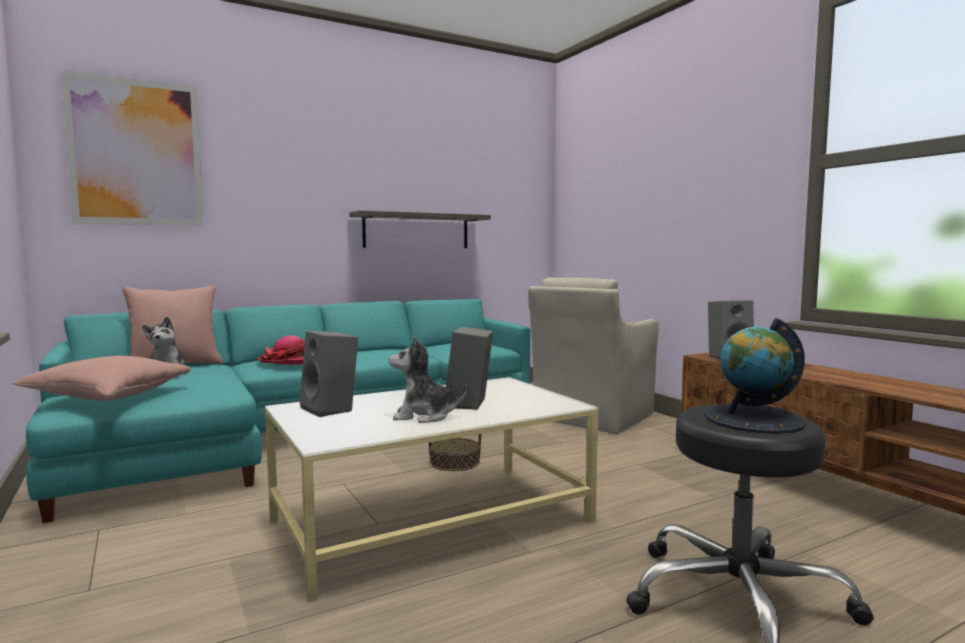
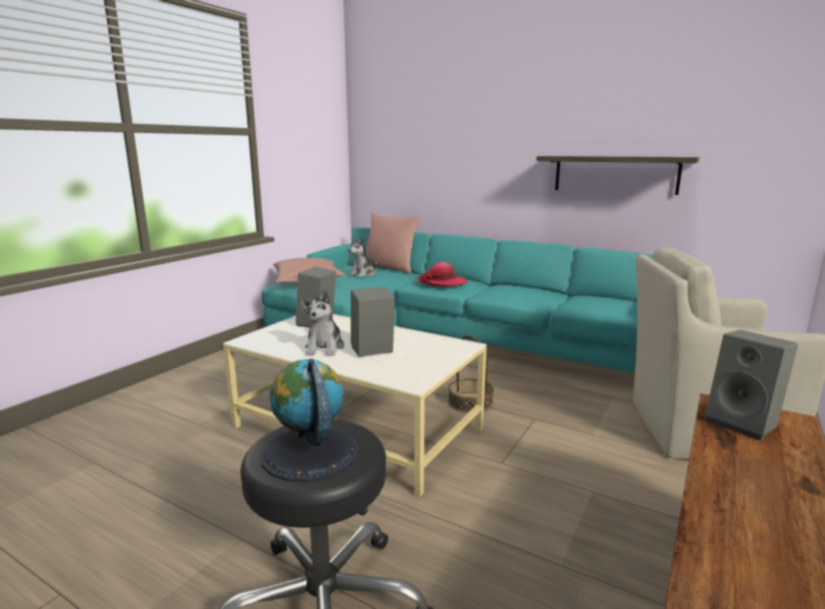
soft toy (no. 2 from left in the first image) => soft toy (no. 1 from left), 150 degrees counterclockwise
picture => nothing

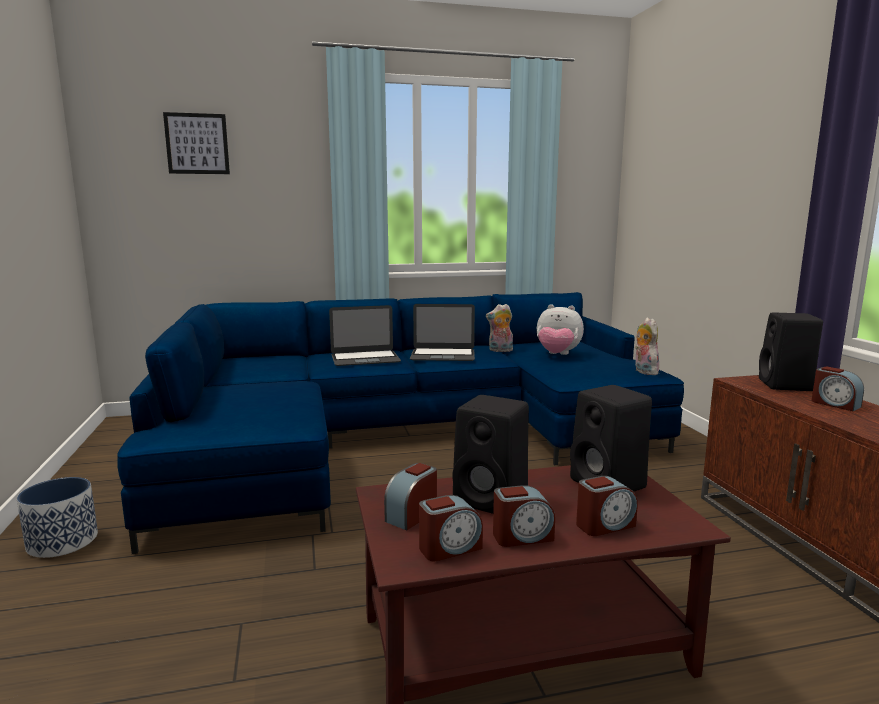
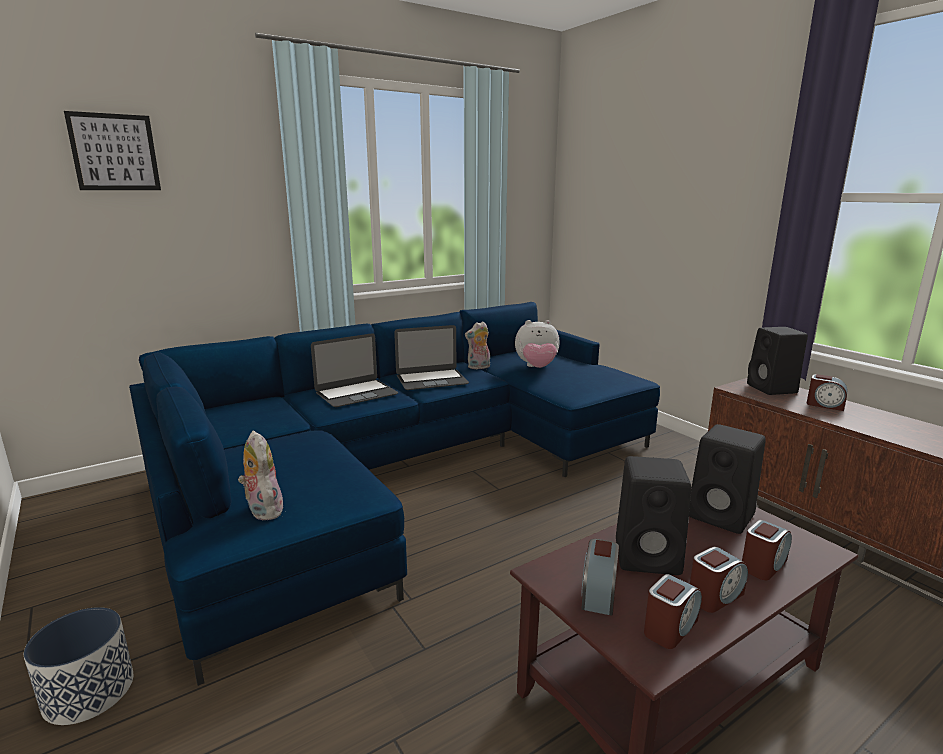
soft toy (no. 3 from left in the first image) => soft toy (no. 1 from left), relocated

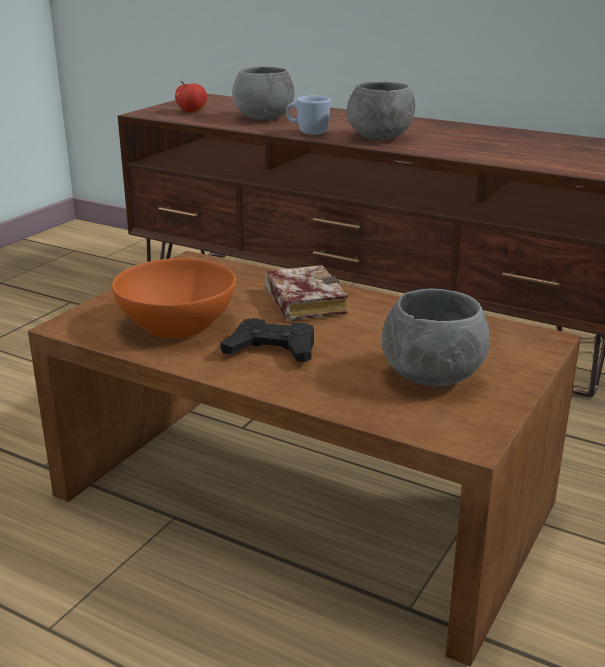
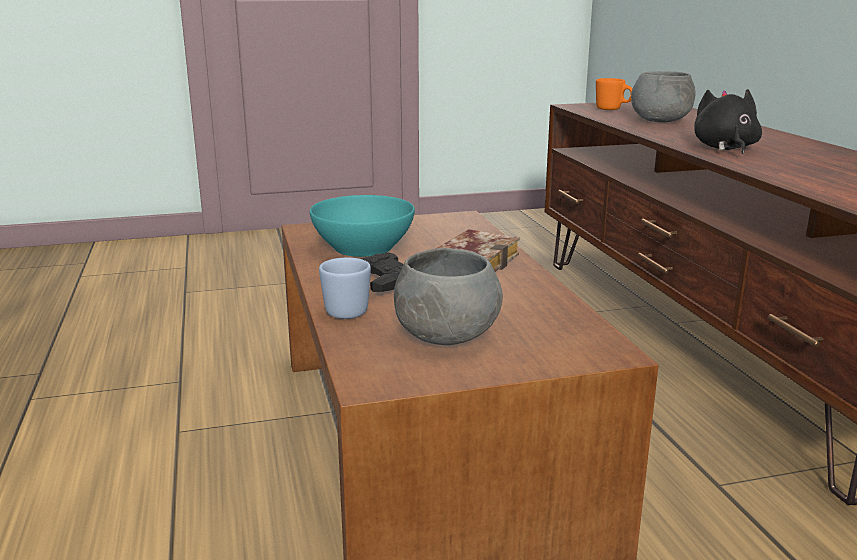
bowl/orange-coloured => bowl/turquoise-coloured
coffee mug/blue, relocated
apple fruit => coffee mug/orange-coloured
bowl/grey (no. 2 from left) => soft toy/black-coloured

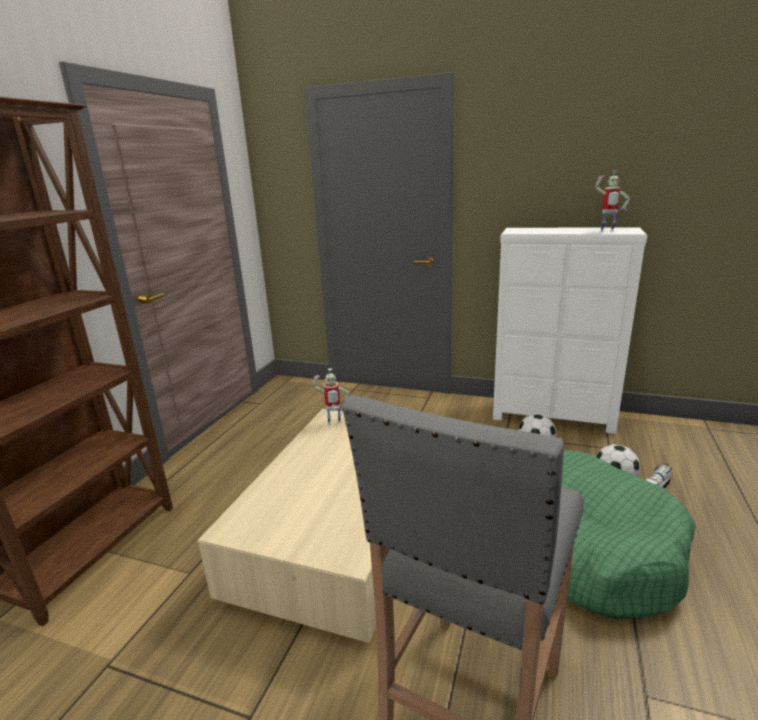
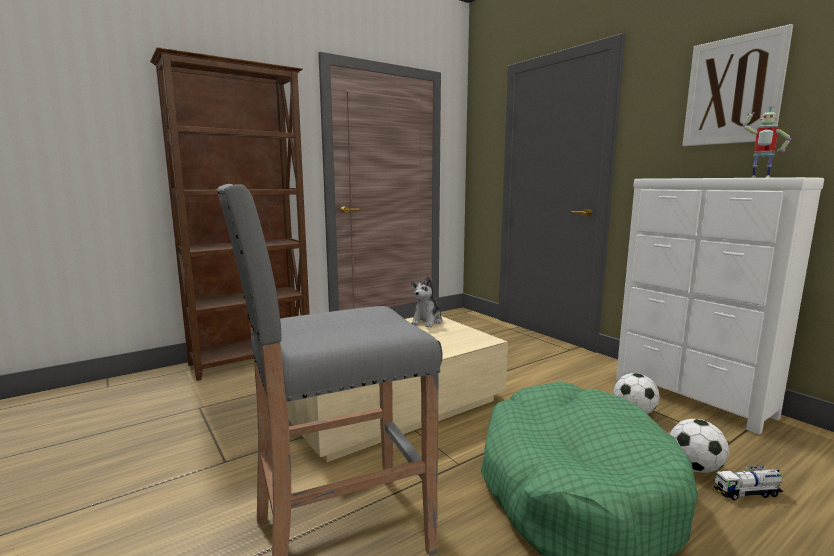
toy robot (no. 1 from left) => soft toy
nothing => picture

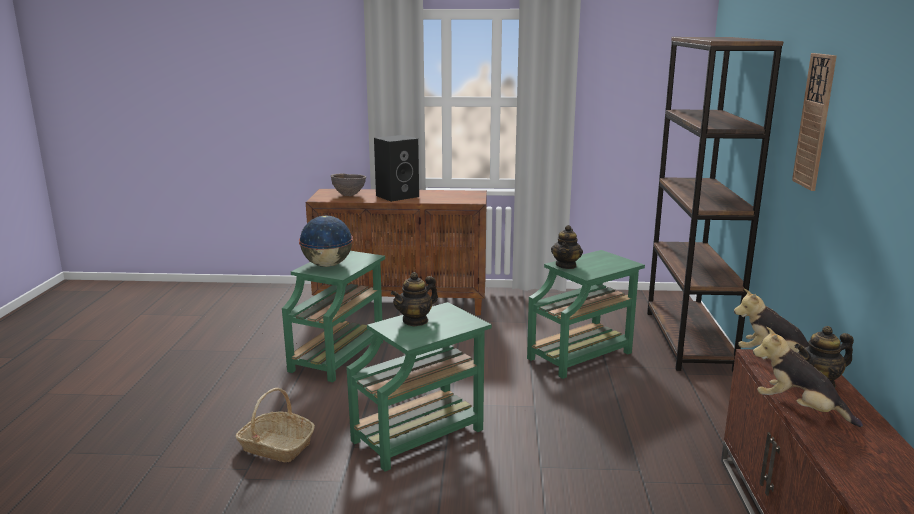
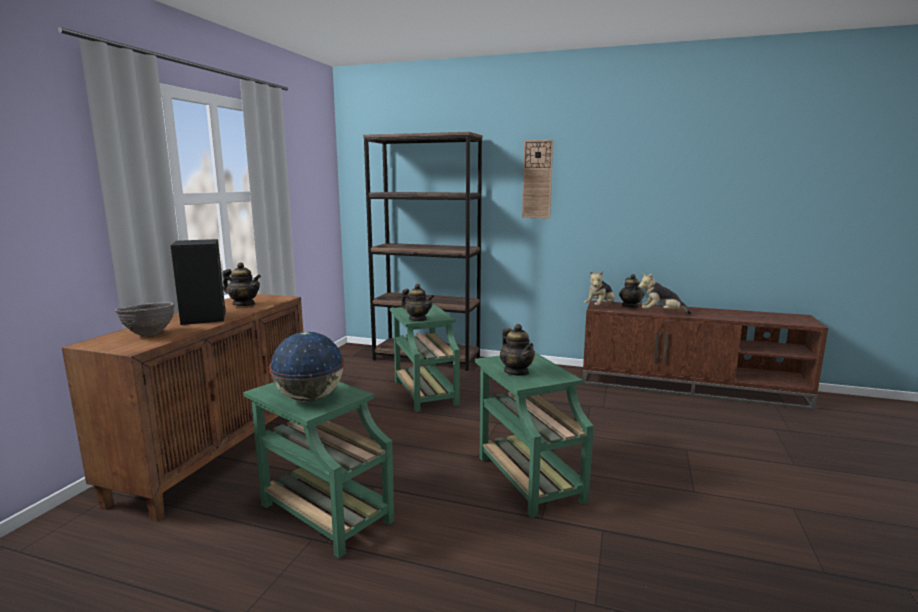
nothing => tea pot (no. 1 from left)
soft toy (no. 2 from left), 45 degrees clockwise
basket => nothing

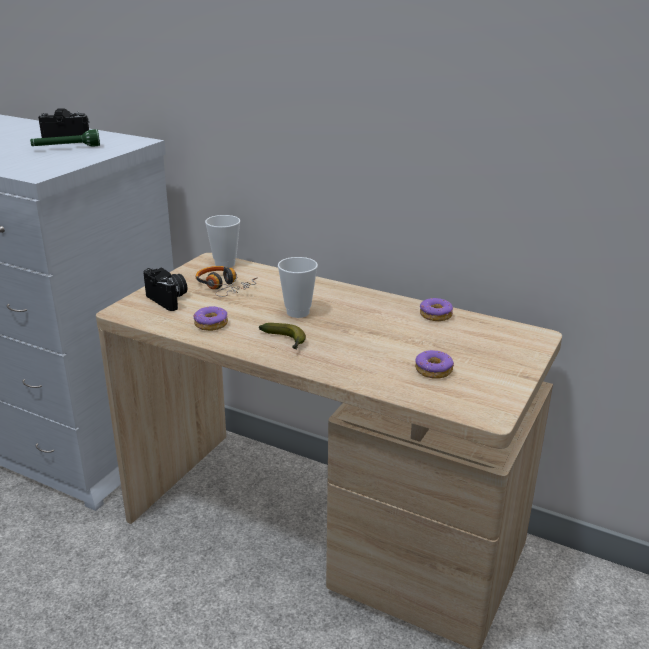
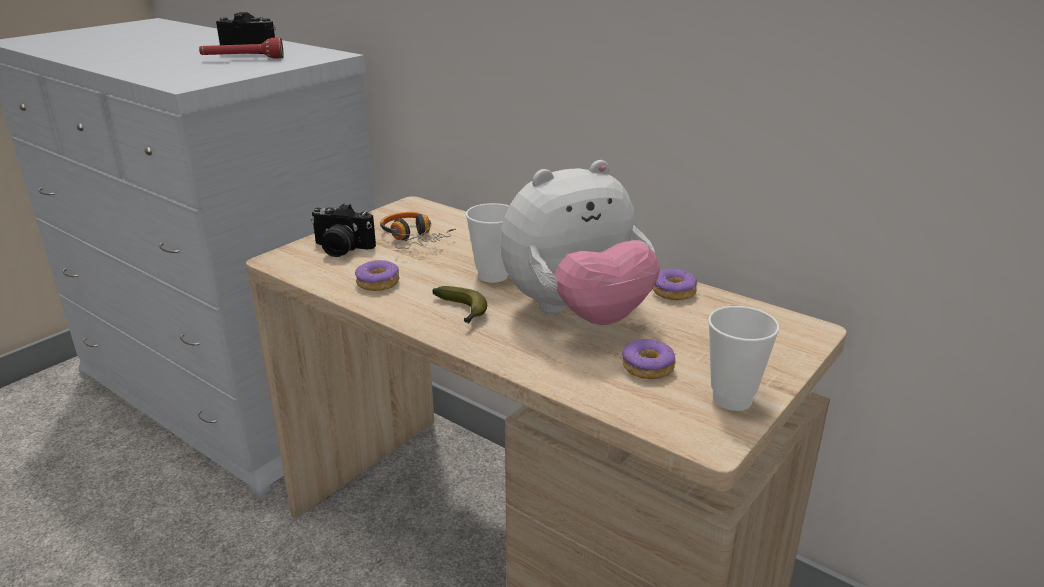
torch/green => torch/red-coloured
still camera (no. 2 from left), 135 degrees clockwise
nothing => soft toy
drinking cup (no. 1 from left in the first image) => drinking cup (no. 2 from left), relocated

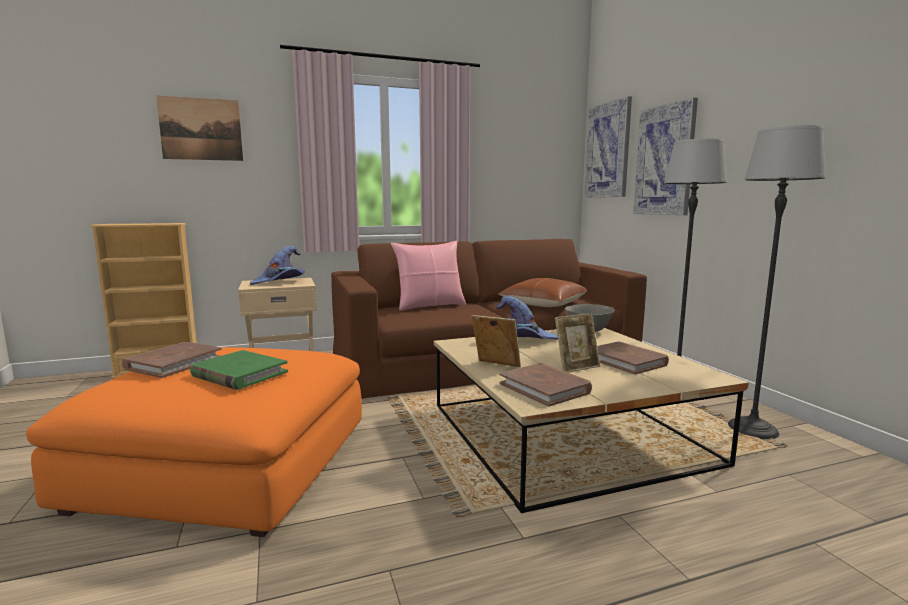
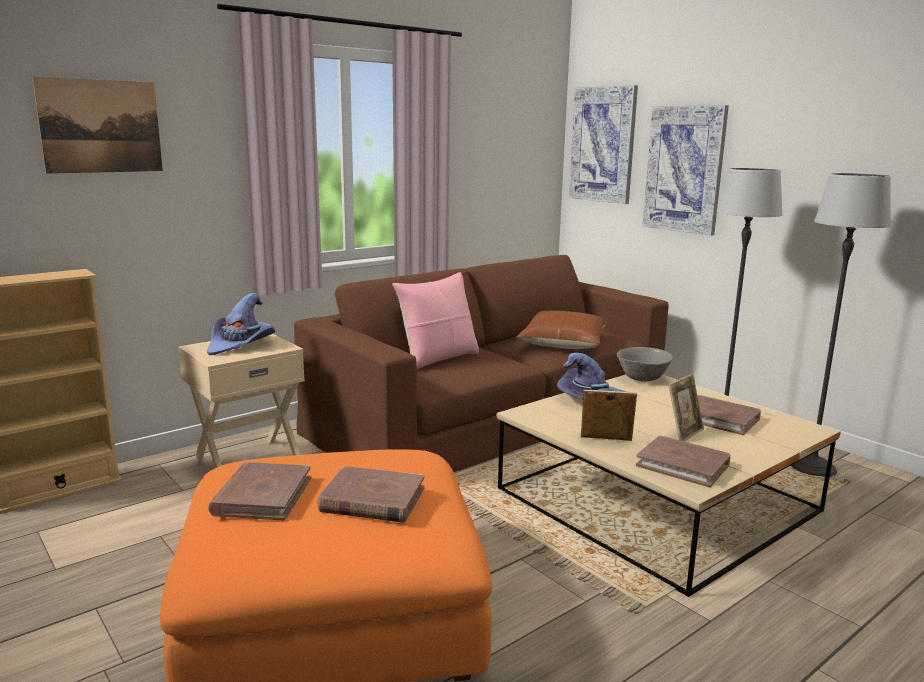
bound book/green => bound book/brown-coloured (no. 2 from left)

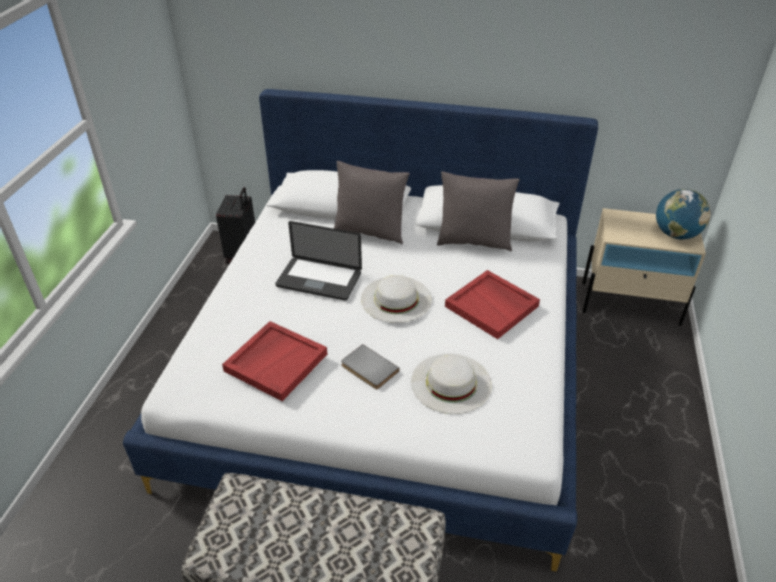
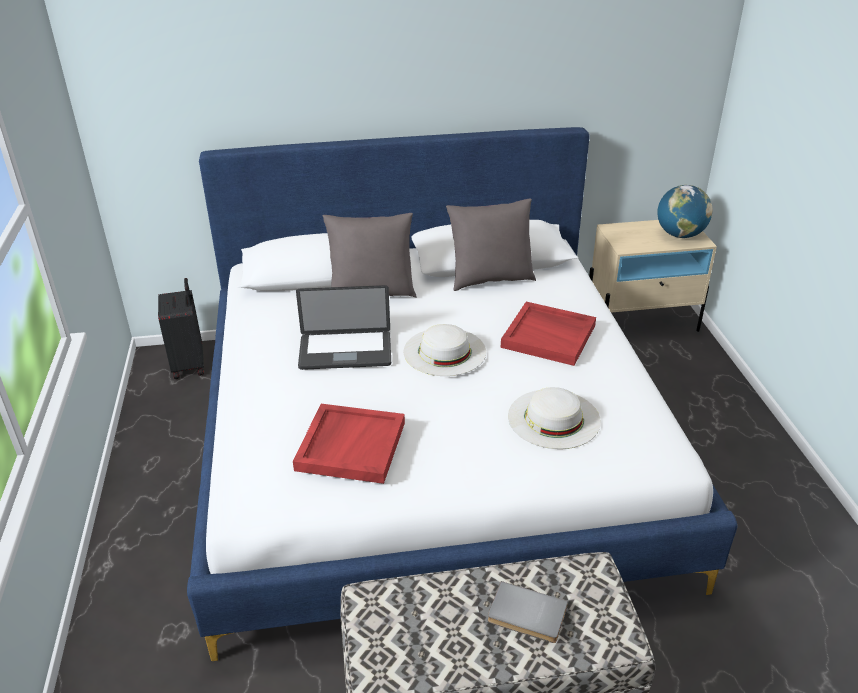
bound book/grey, relocated

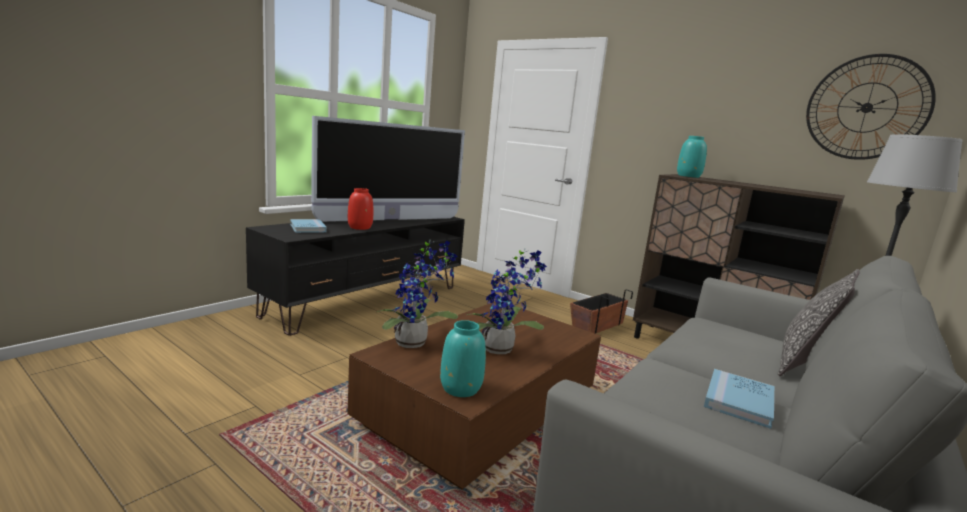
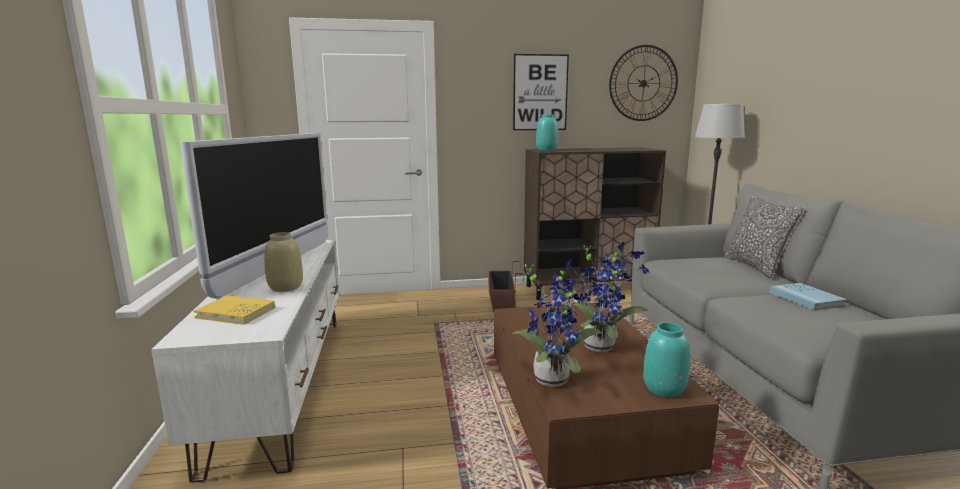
tv unit/black-coloured => tv unit/whitish
bound book/blue (no. 1 from left) => bound book/yellowish
flower vase/red-coloured => flower vase/beige-coloured
nothing => picture

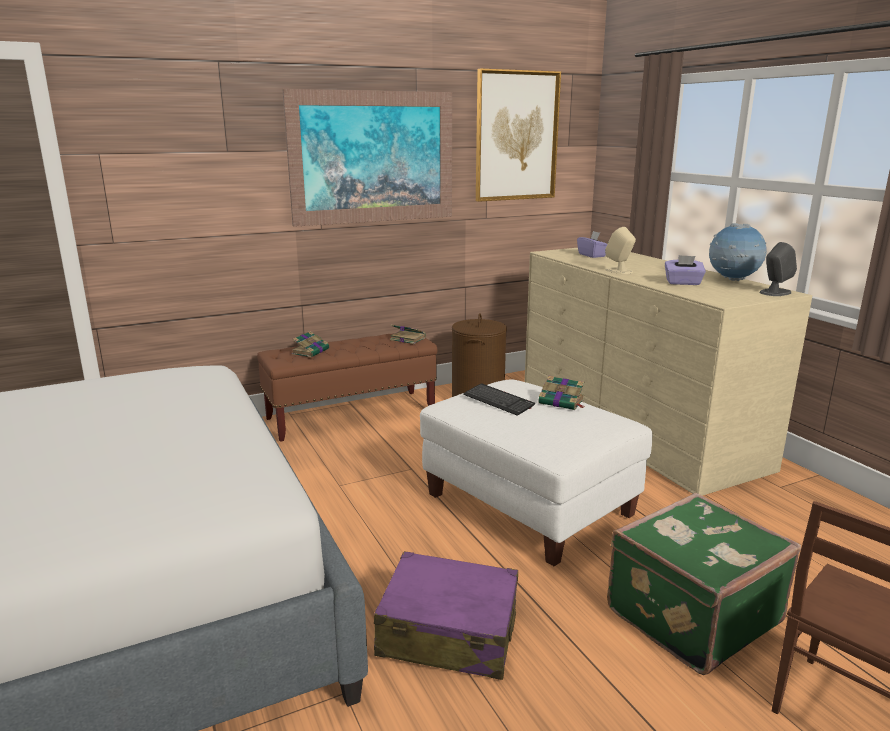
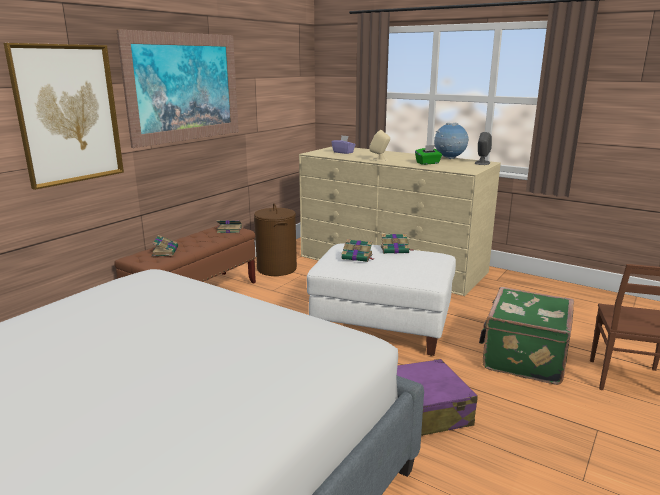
picture (no. 2 from left in the first image) => picture (no. 1 from left), relocated
PC keyboard => bound book (no. 3 from left)
tissue box/purplish (no. 2 from left) => tissue box/green

